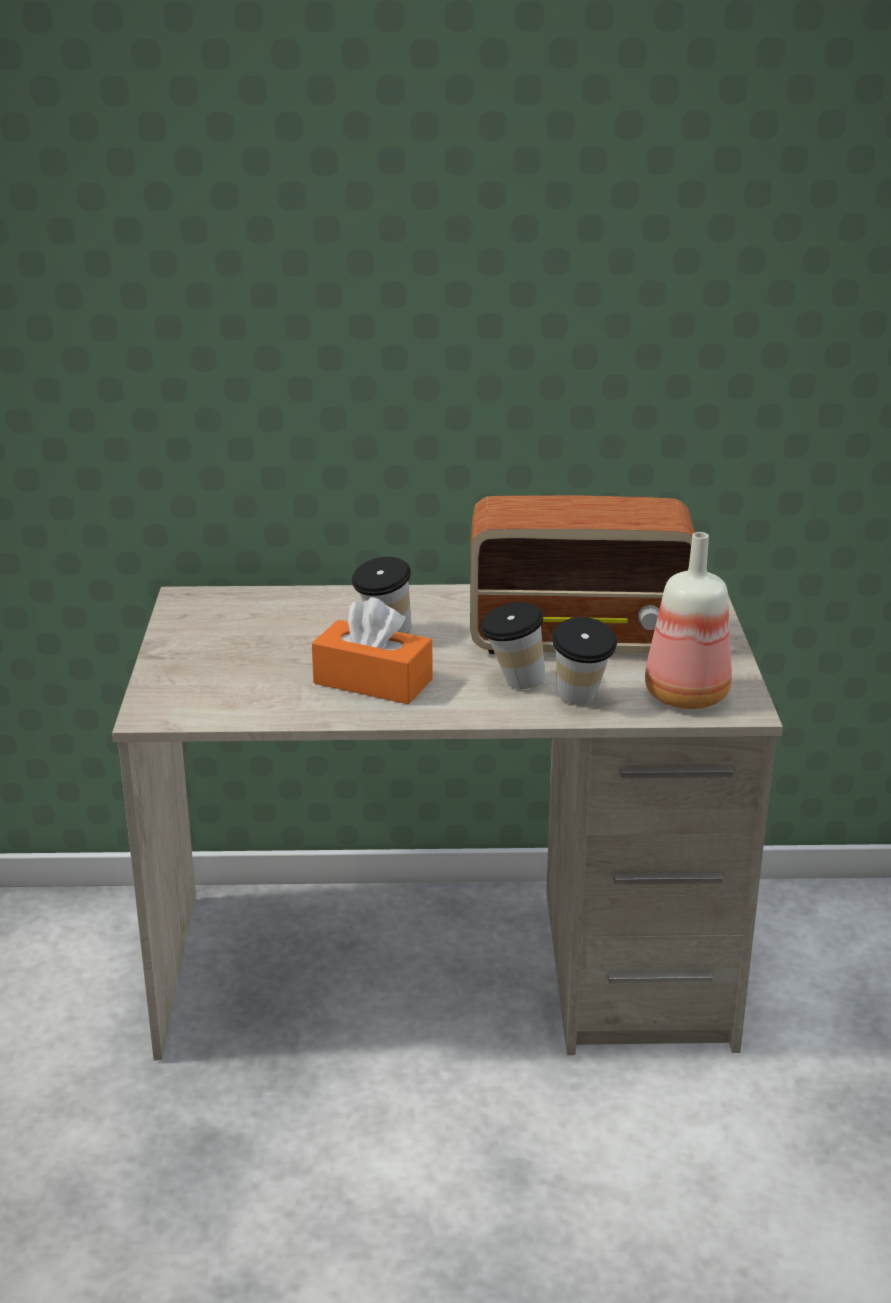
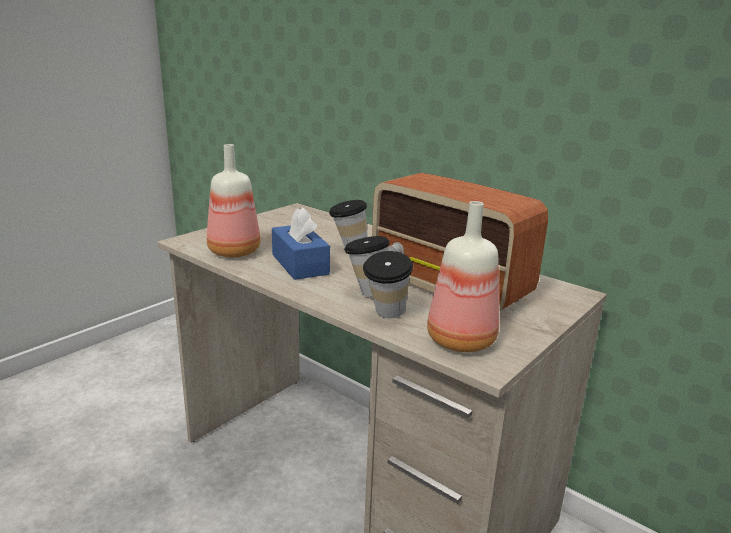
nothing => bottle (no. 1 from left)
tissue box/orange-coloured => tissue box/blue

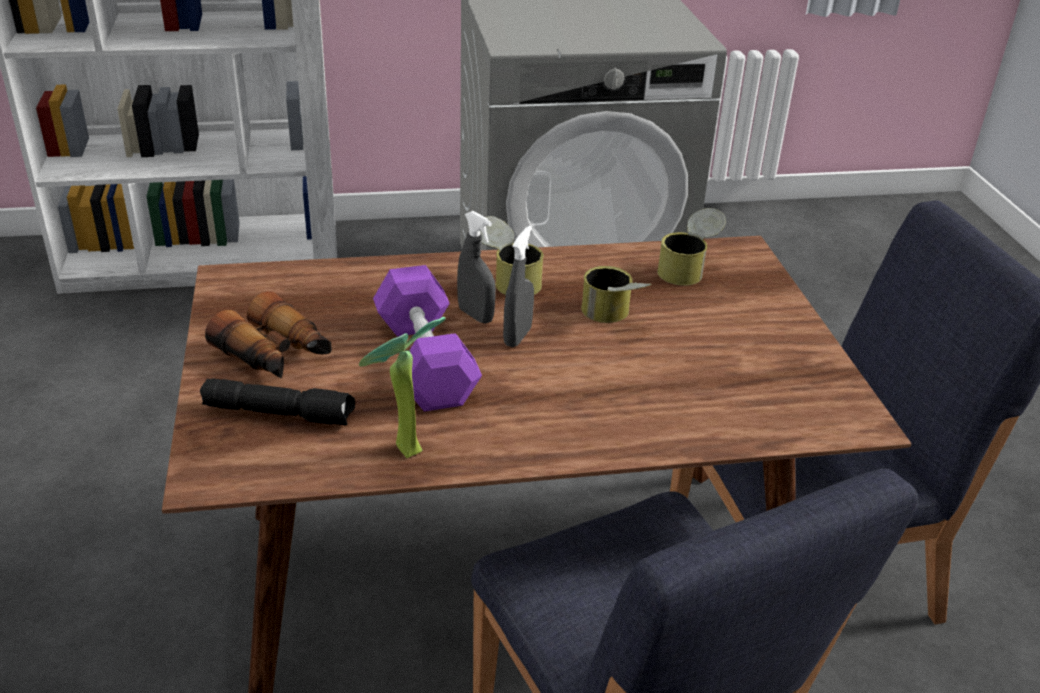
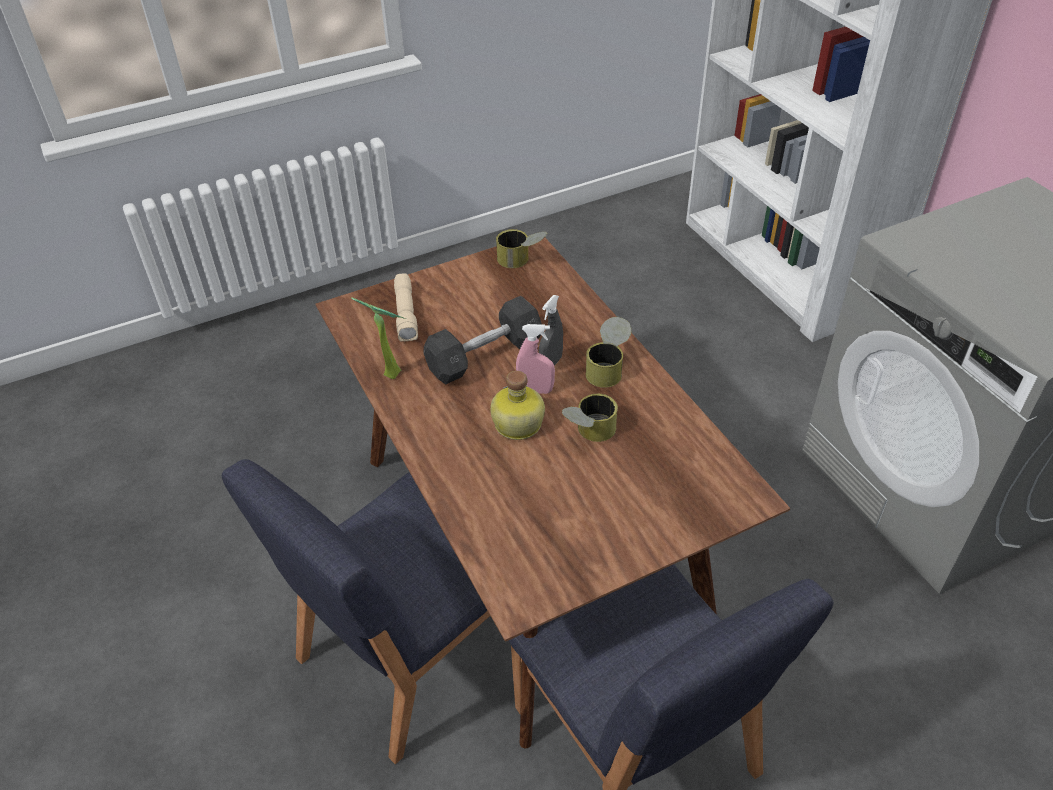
torch/black-coloured => torch/beige-coloured
free weight/purplish => free weight/grey
nothing => bottle
sealed can (no. 3 from left in the first image) => sealed can (no. 1 from left), relocated
sprayer/grey (no. 2 from left) => sprayer/pink
pair of binoculars => nothing

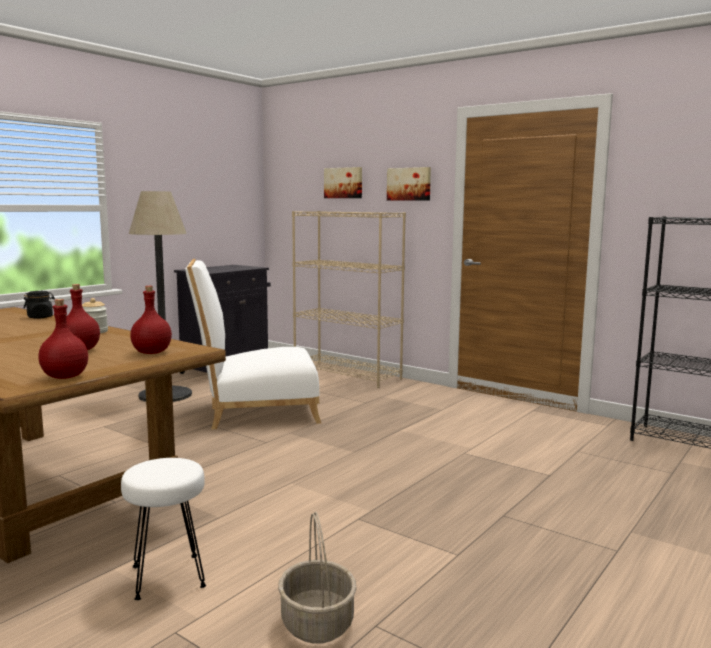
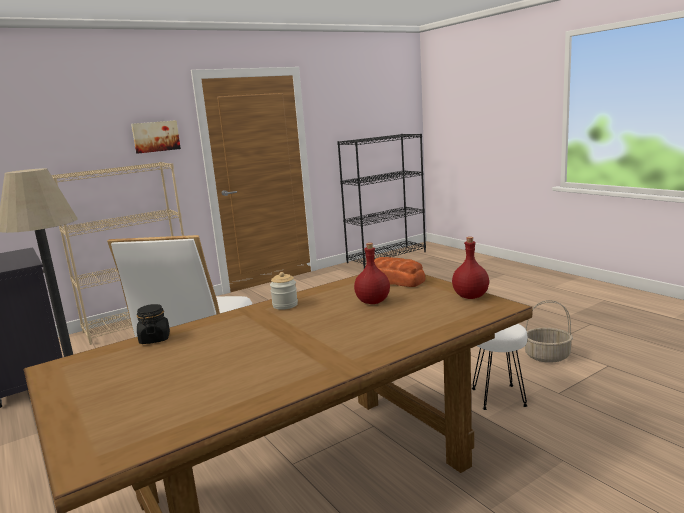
bottle/red-coloured (no. 3 from left) => bread
picture (no. 1 from left) => nothing

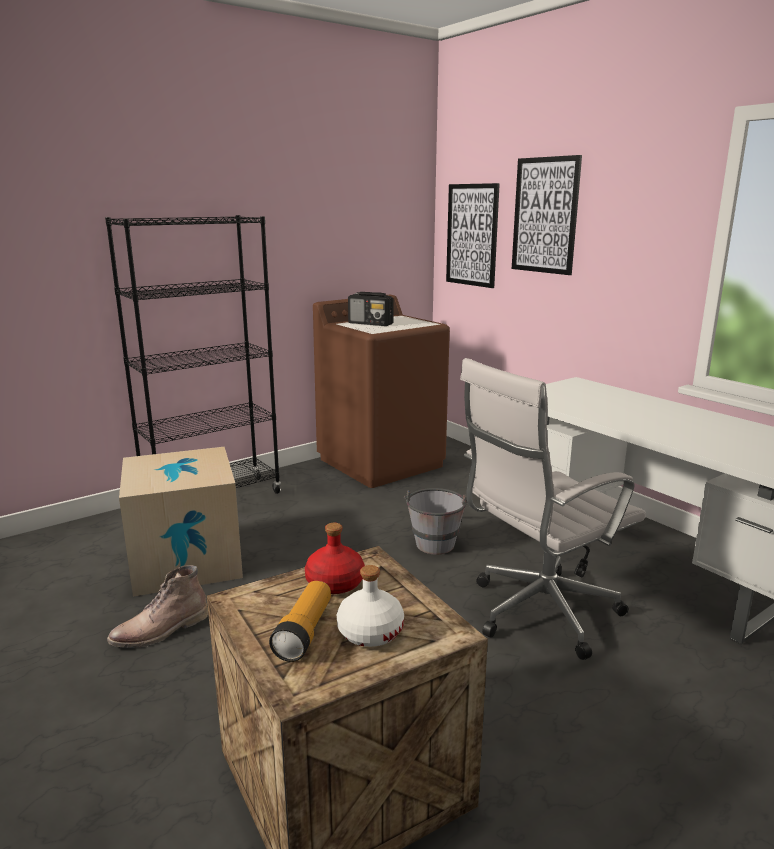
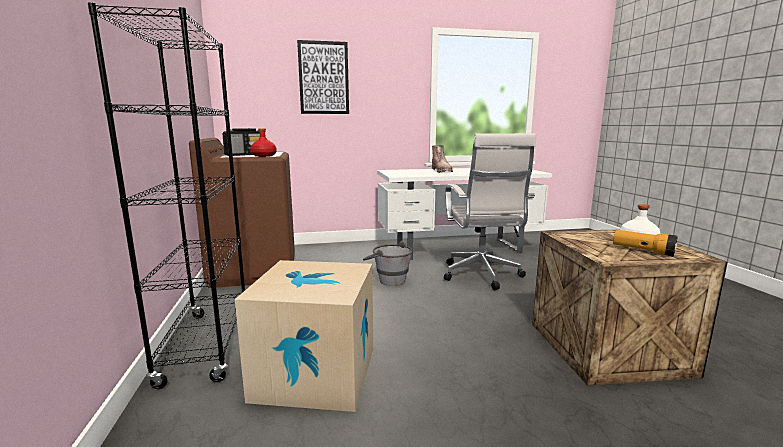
bottle/red-coloured, relocated
tall boot/brown-coloured, relocated
picture (no. 1 from left) => nothing

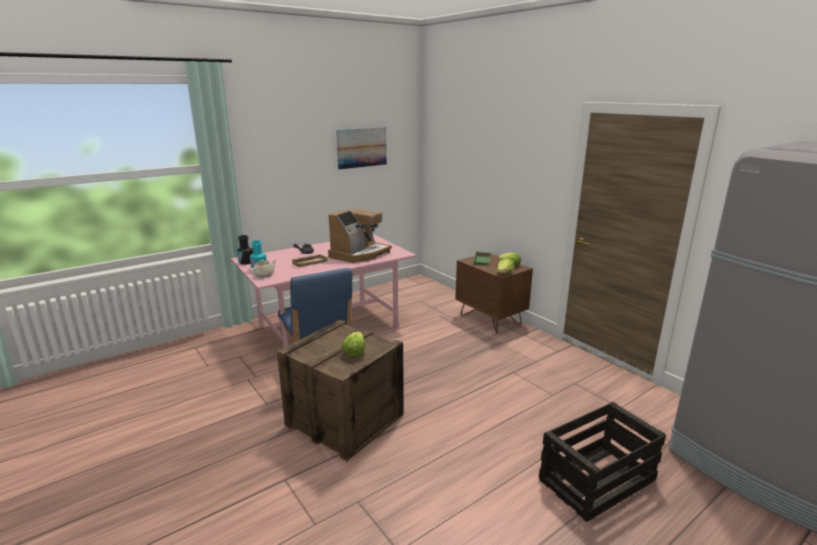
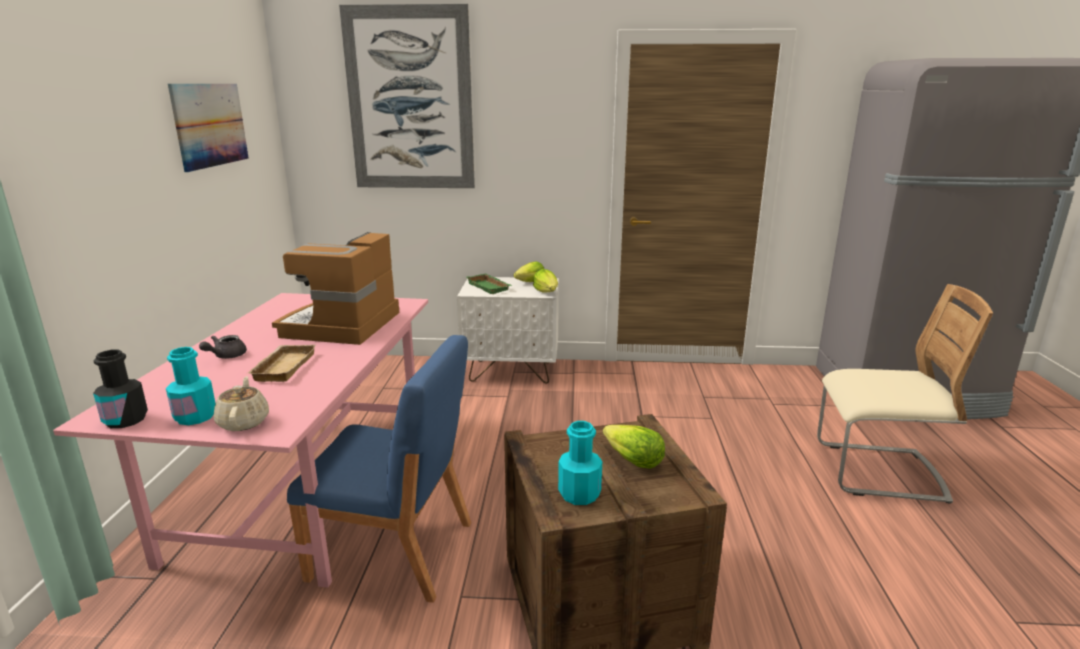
coffee maker, 150 degrees counterclockwise
nothing => picture (no. 2 from left)
night table/brown-coloured => night table/whitish
nothing => bottle/turquoise-coloured (no. 2 from left)
shipping crate (no. 2 from left) => upright chair/beige-coloured

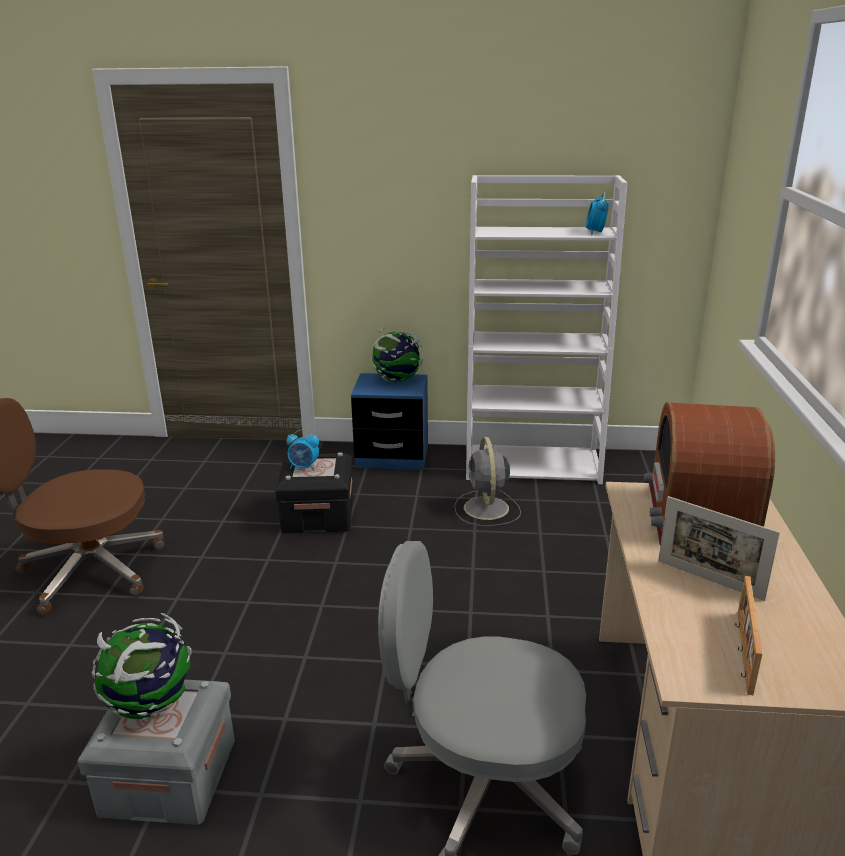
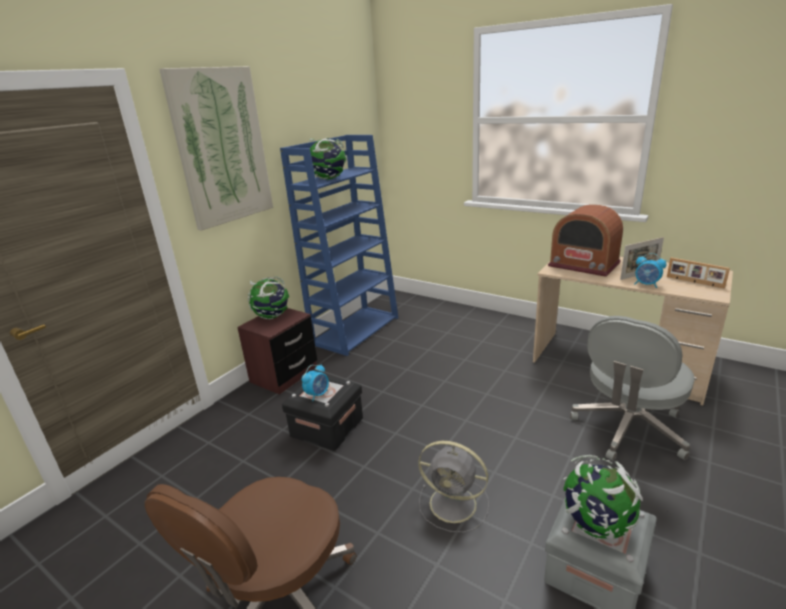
nothing => picture
night table/blue => night table/brown-coloured
bookshelf/whitish => bookshelf/blue
nothing => world globe (no. 2 from left)
fan/grey, relocated
bedside clock (no. 2 from left), relocated

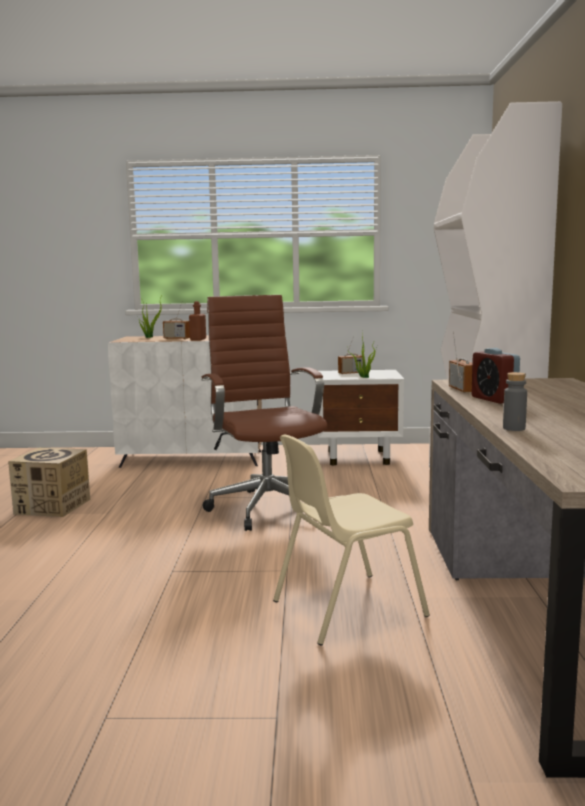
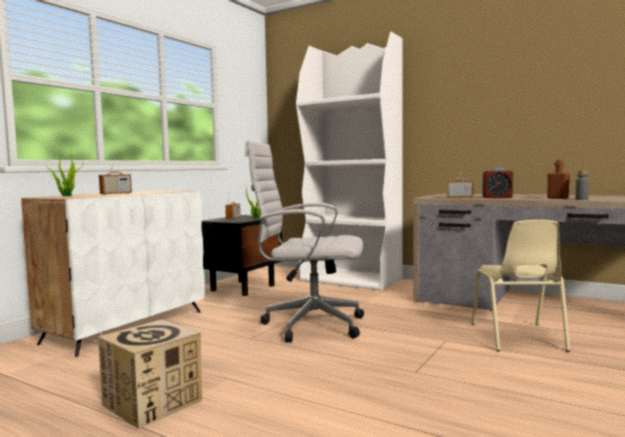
night table/whitish => night table/black-coloured
desk chair/brown-coloured => desk chair/whitish
bottle/brown-coloured, relocated

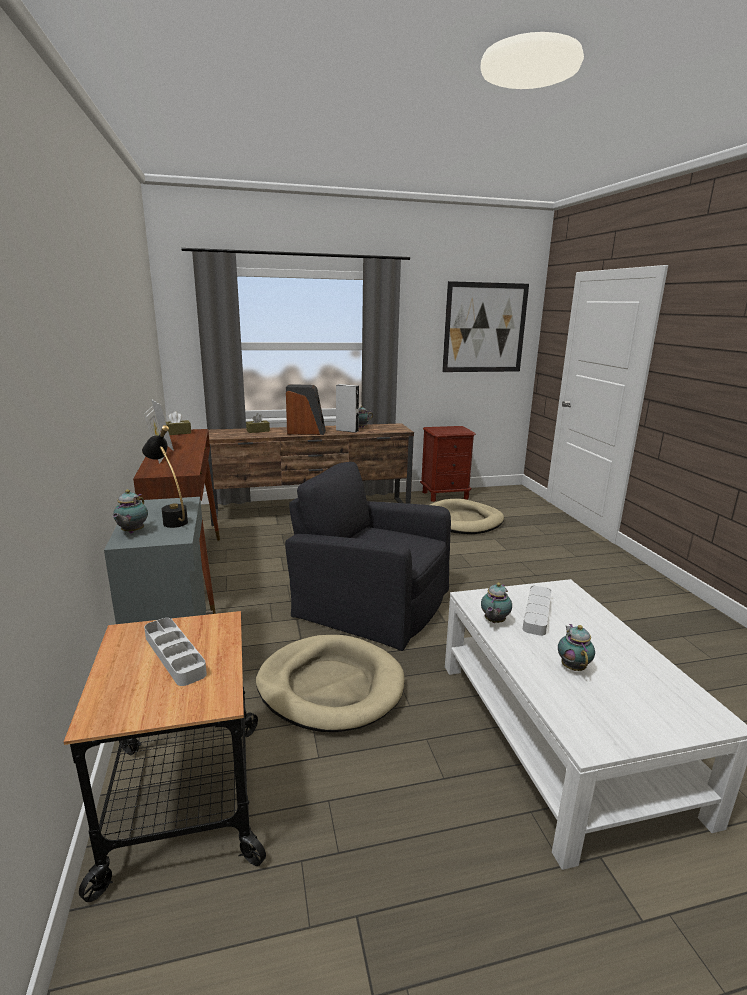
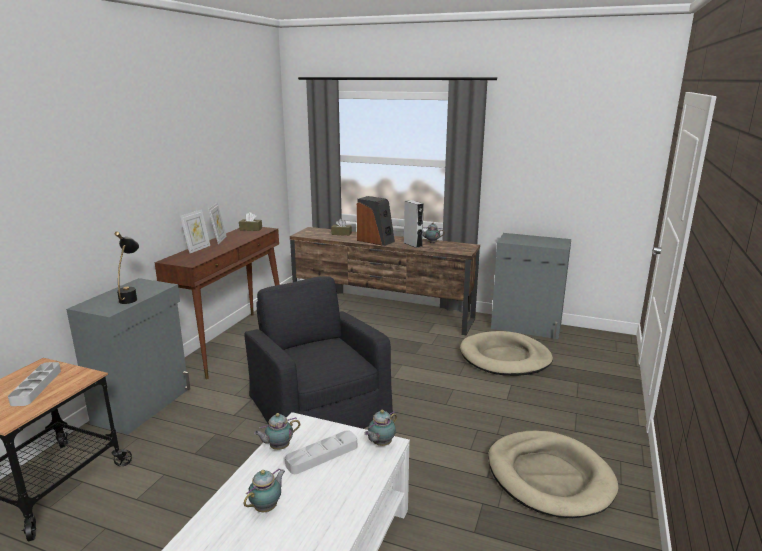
tea pot (no. 1 from left in the first image) => tea pot (no. 3 from left), relocated
dog bed/beige-coloured (no. 1 from left in the first image) => dog bed/beige-coloured (no. 2 from left), relocated
night table/brown-coloured => storage cabinet/grey (no. 2 from left)
picture => nothing

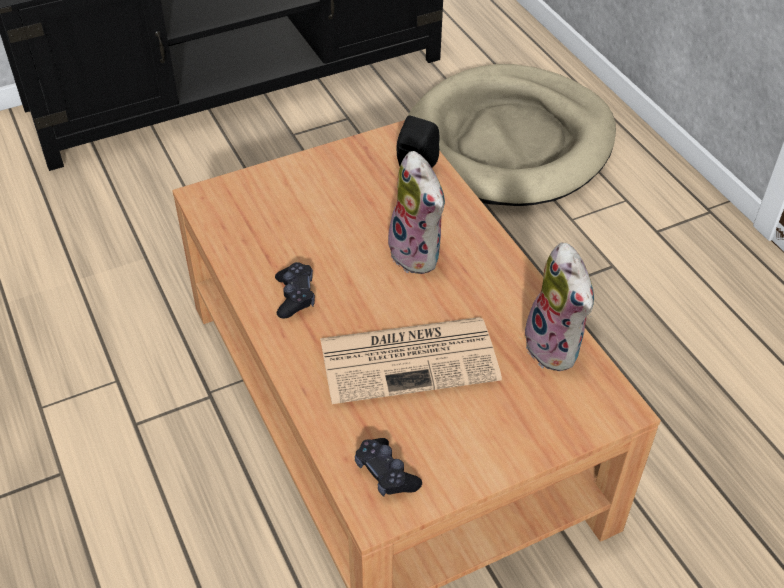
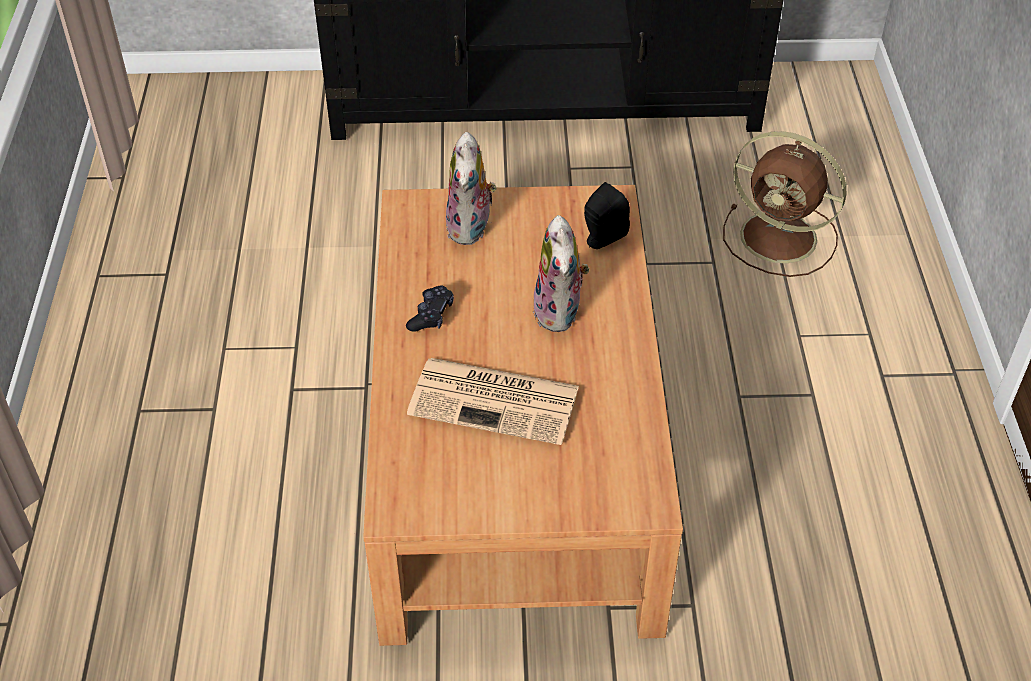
soft toy (no. 2 from left in the first image) => soft toy (no. 1 from left), relocated
dog bed/beige-coloured => fan/brown-coloured
game controller/black-coloured (no. 2 from left) => nothing

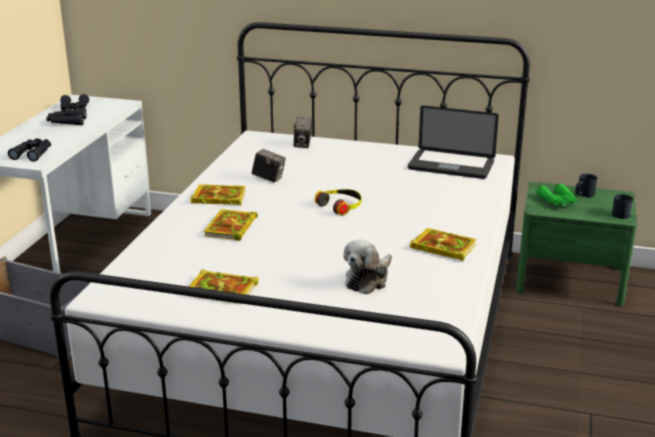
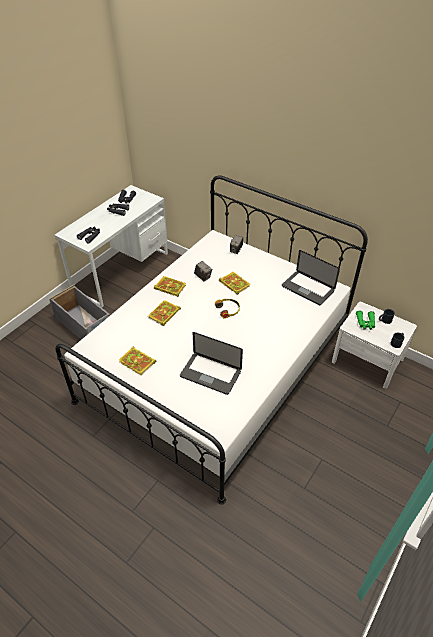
soft toy => portable computer (no. 1 from left)
bound book (no. 4 from left), relocated
night table/green => night table/whitish

